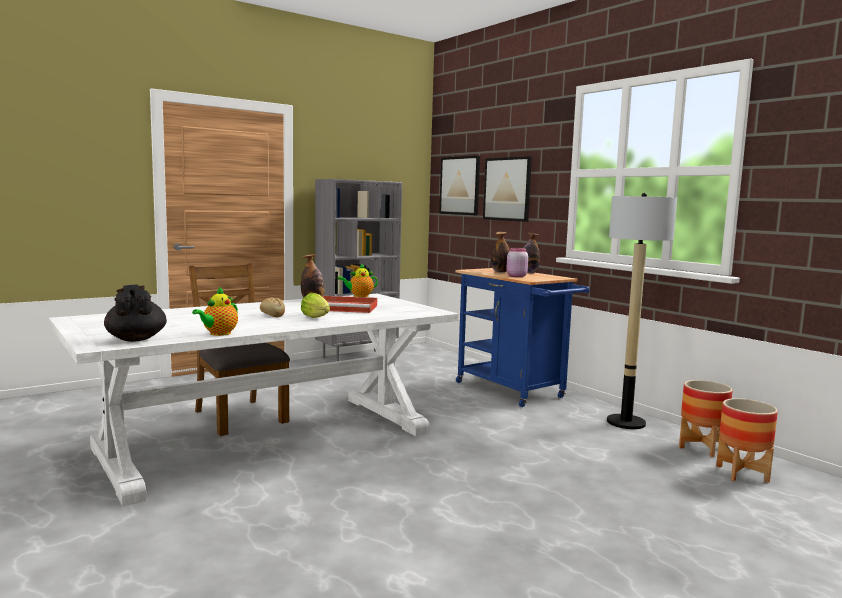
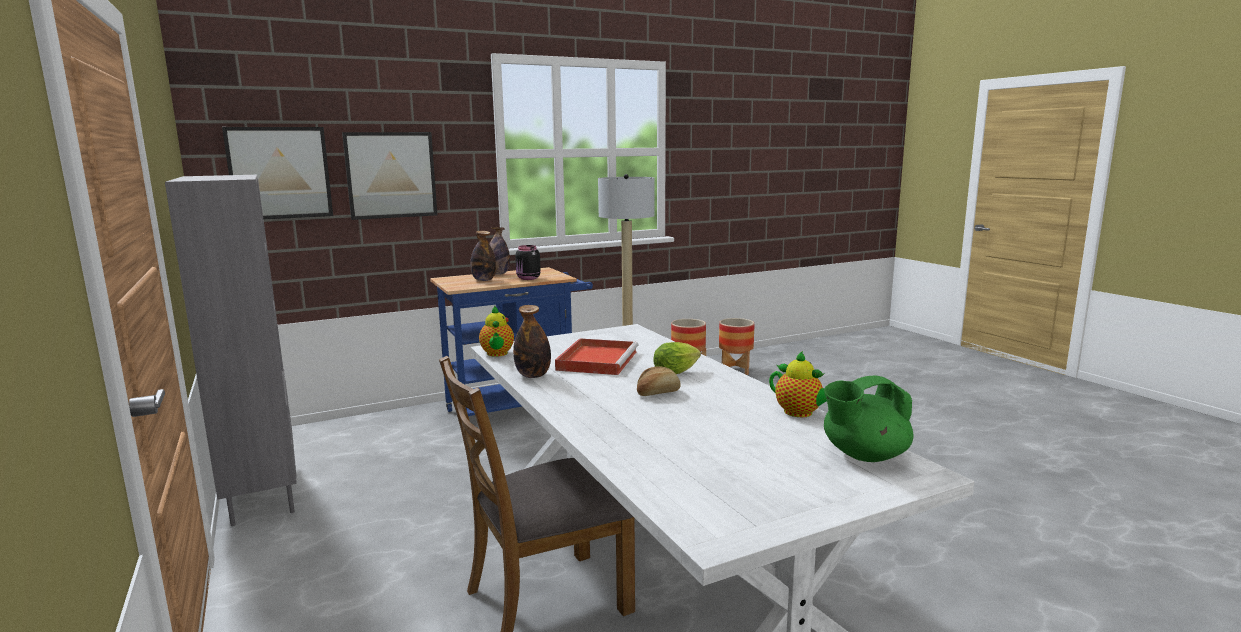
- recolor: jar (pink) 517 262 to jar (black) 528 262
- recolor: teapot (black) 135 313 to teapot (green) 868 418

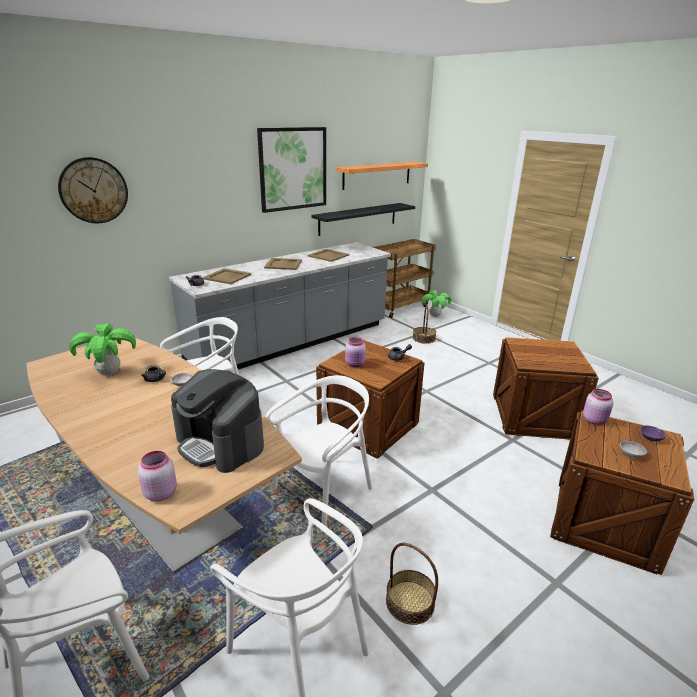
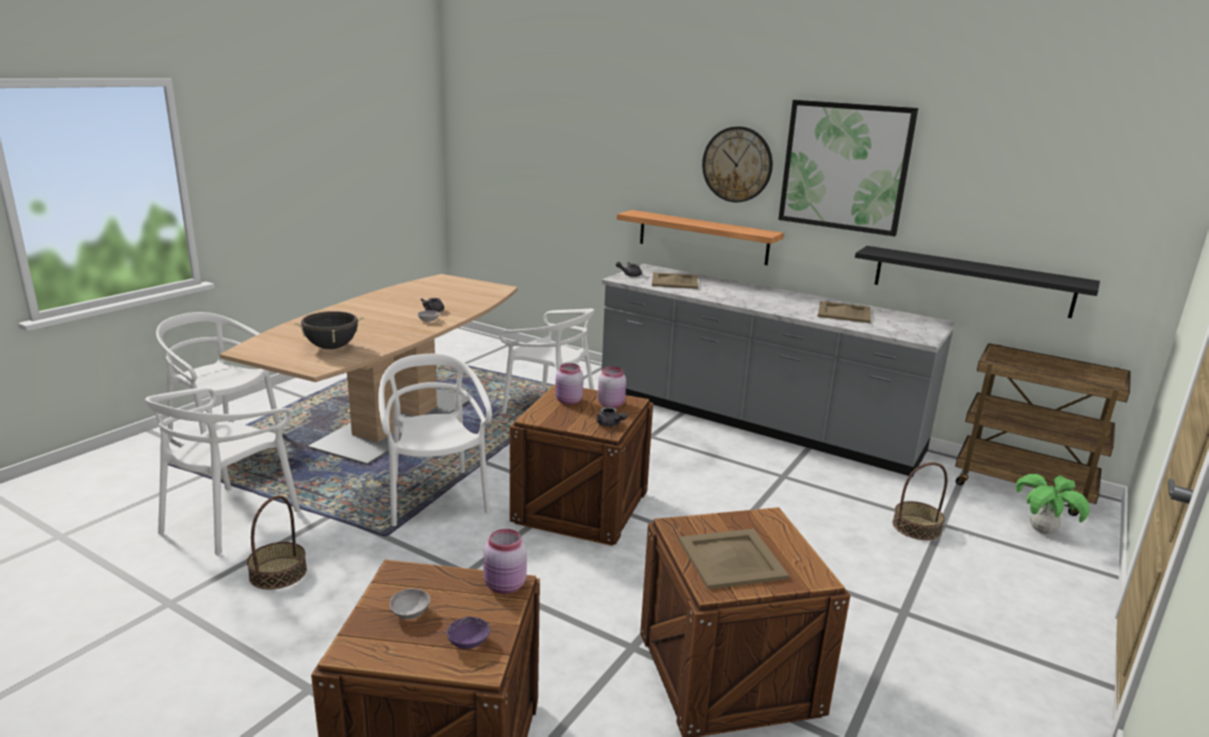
- replace: coffee machine 217 421 to cooking pot (black) 329 330
- rotate: chair (white) 319 453 = 435 440 135 degrees counterclockwise
- move: jar (pink) 157 476 to 612 387
- move: shelf 382 176 to 700 237
- move: tray (beige) 283 264 to 733 559
- move: wall clock 93 190 to 737 164
- delete: potted plant 102 349

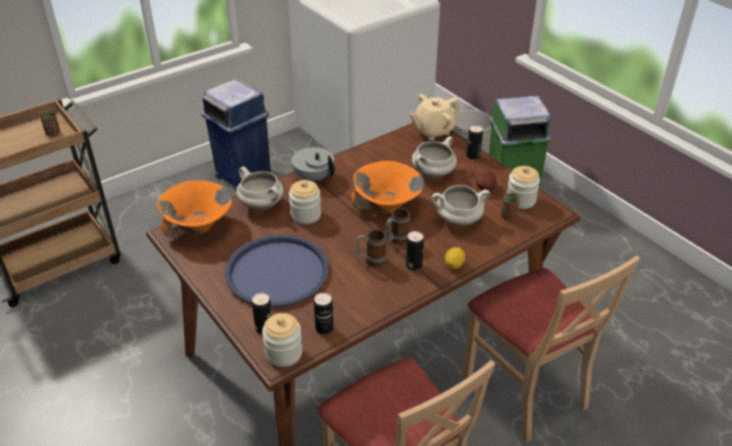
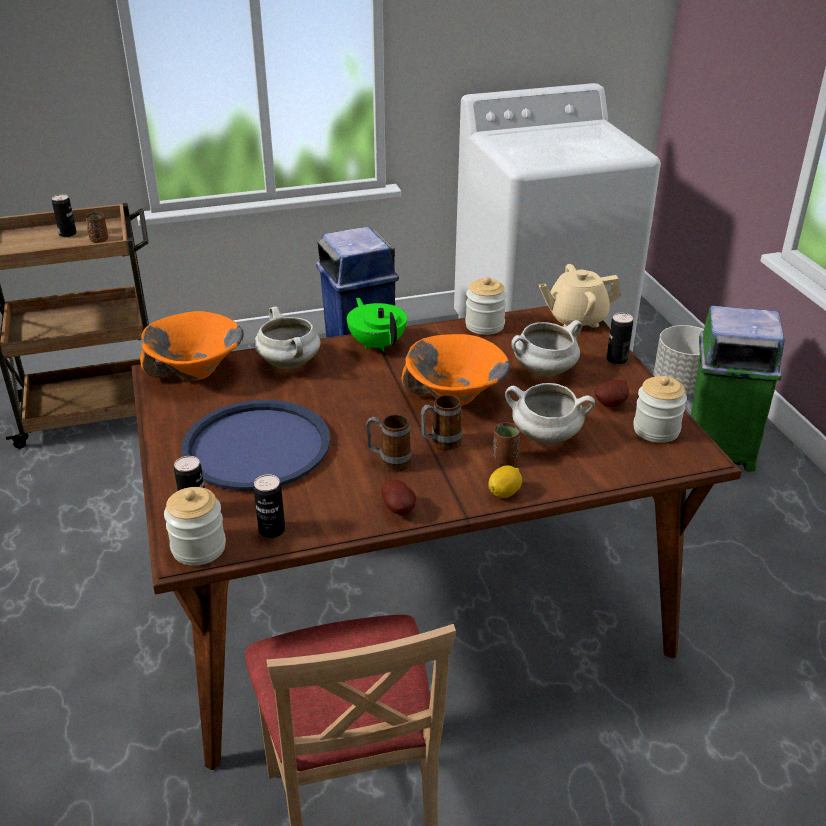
- move: can 415 250 to 64 216
- recolor: teapot (grey) 312 164 to teapot (green) 377 325
- insert: potato 398 497
- move: jar 305 202 to 486 306
- move: cup (brown) 510 207 to 506 444
- delete: chair (beige) 551 348

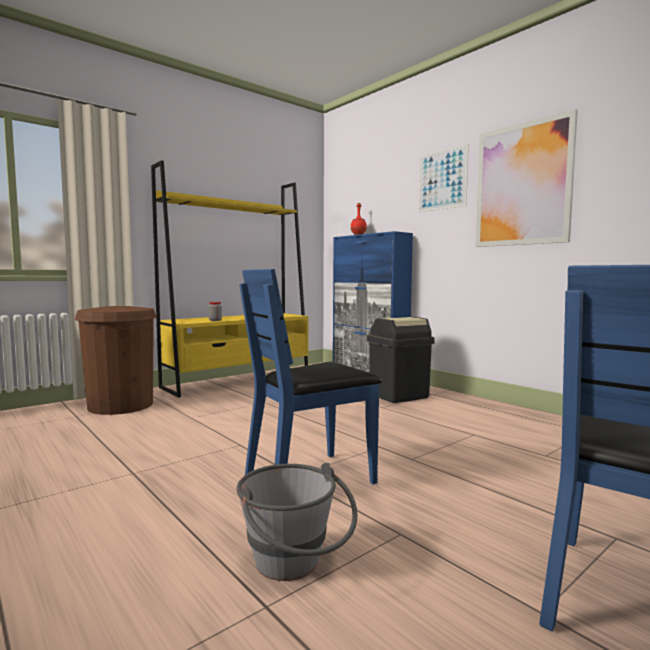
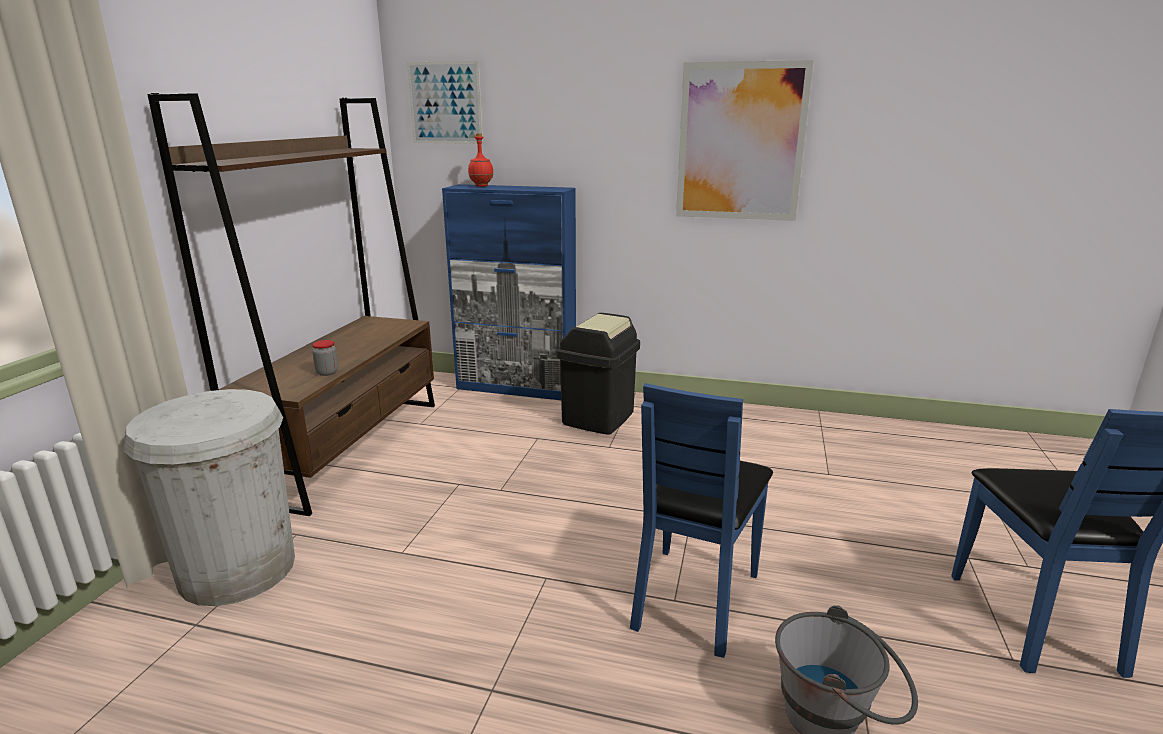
- recolor: trash can (brown) 116 360 to trash can (white) 209 497
- recolor: bookcase (yellow) 229 279 to bookcase (brown) 291 304
- move: picture 443 178 to 445 102

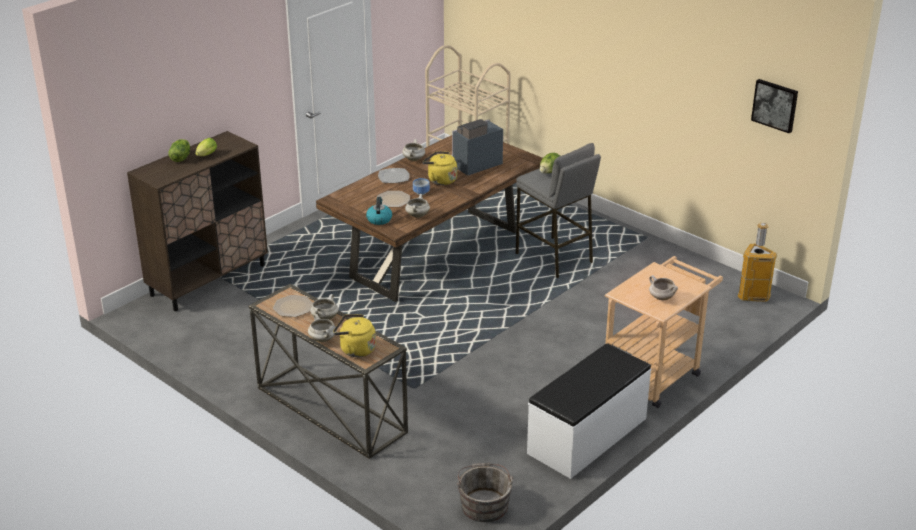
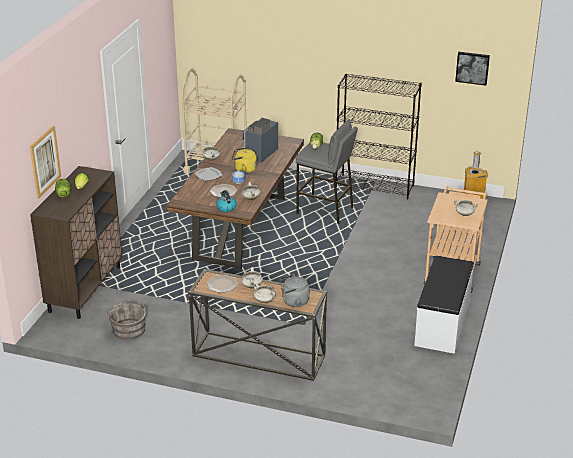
- insert: picture 45 162
- move: bucket (grey) 485 492 to 126 320
- recolor: kettle (yellow) 354 335 to kettle (grey) 295 290
- insert: bookcase (black) 378 136

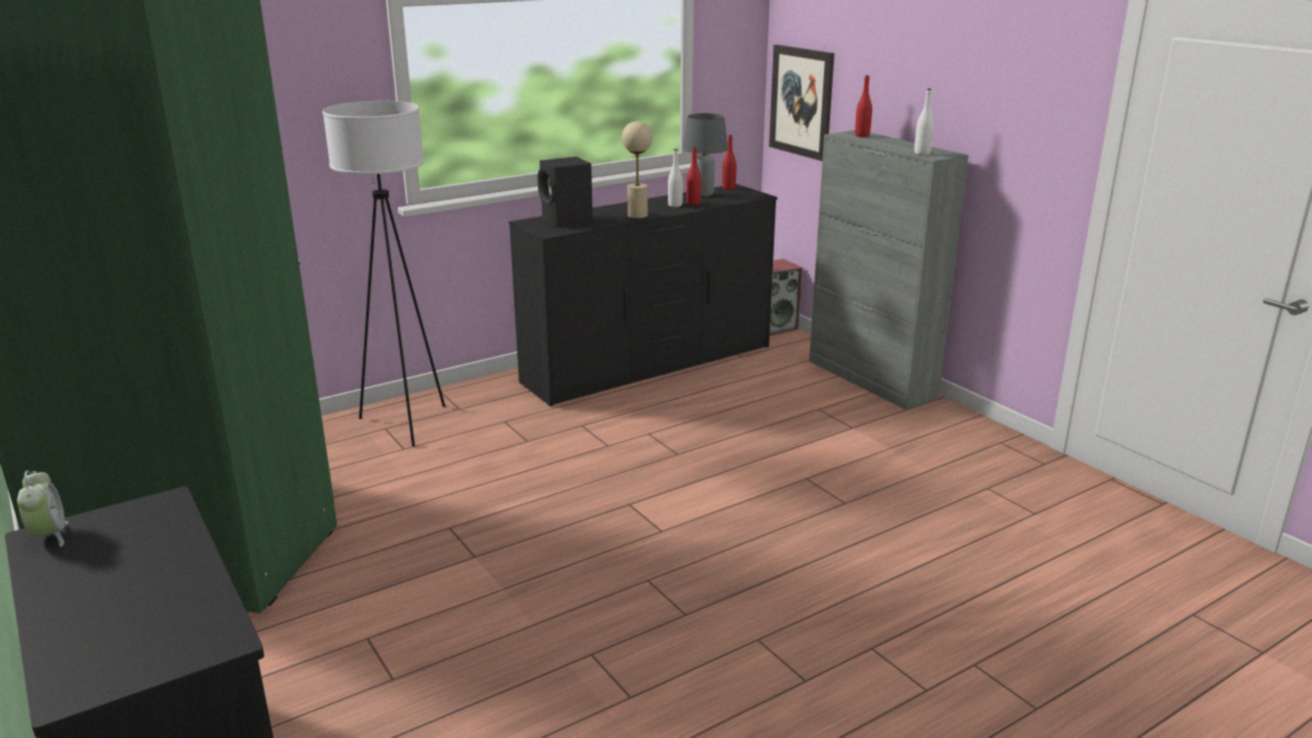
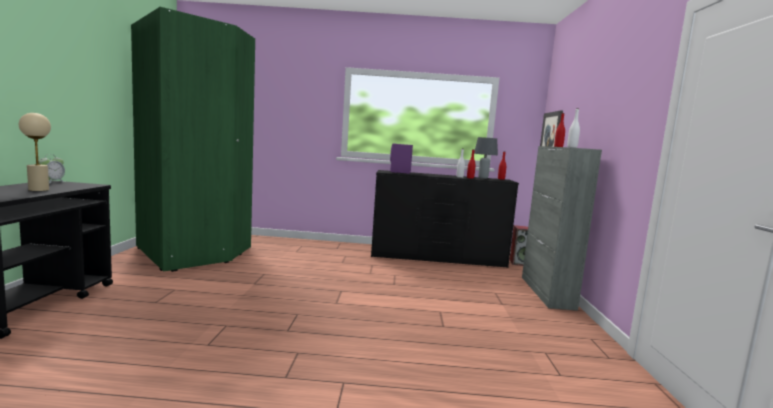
- move: table lamp (beige) 637 169 to 35 152
- recolor: speaker (black) 565 192 to speaker (purple) 401 159
- delete: floor lamp (white) 384 273

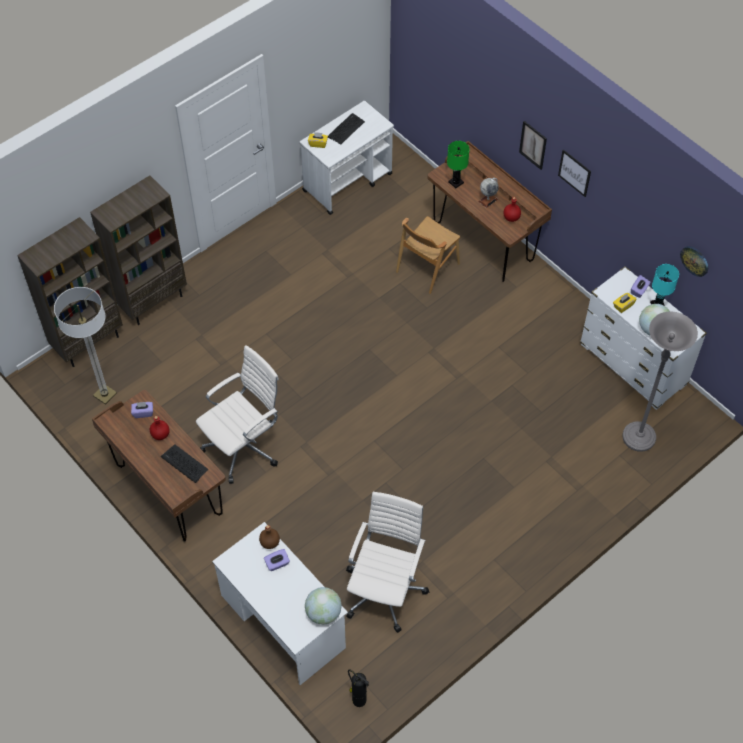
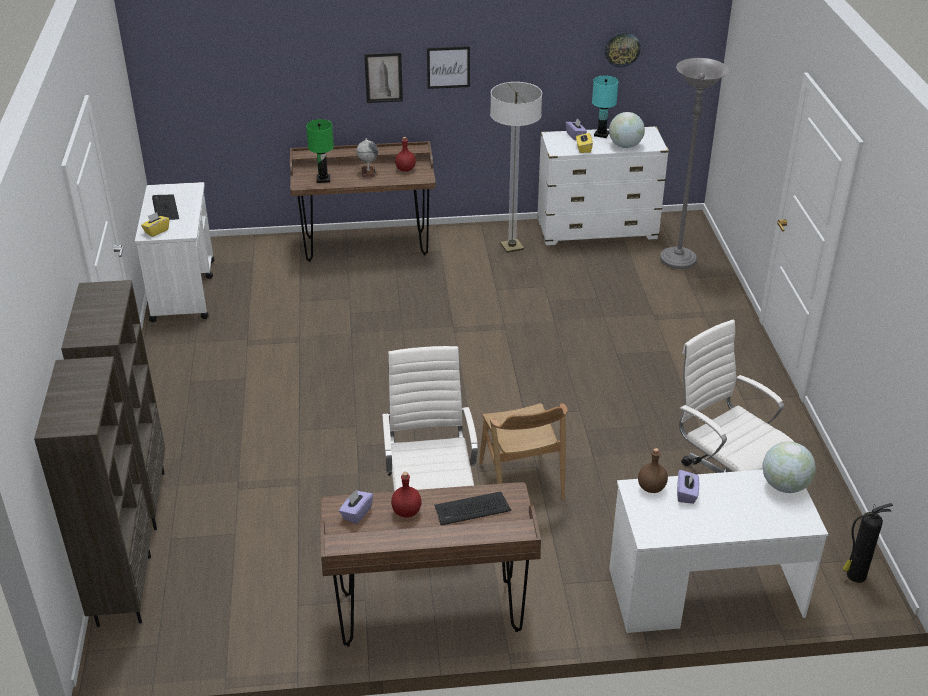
- move: chair (brown) 428 255 to 523 451
- move: floor lamp 85 346 to 516 167

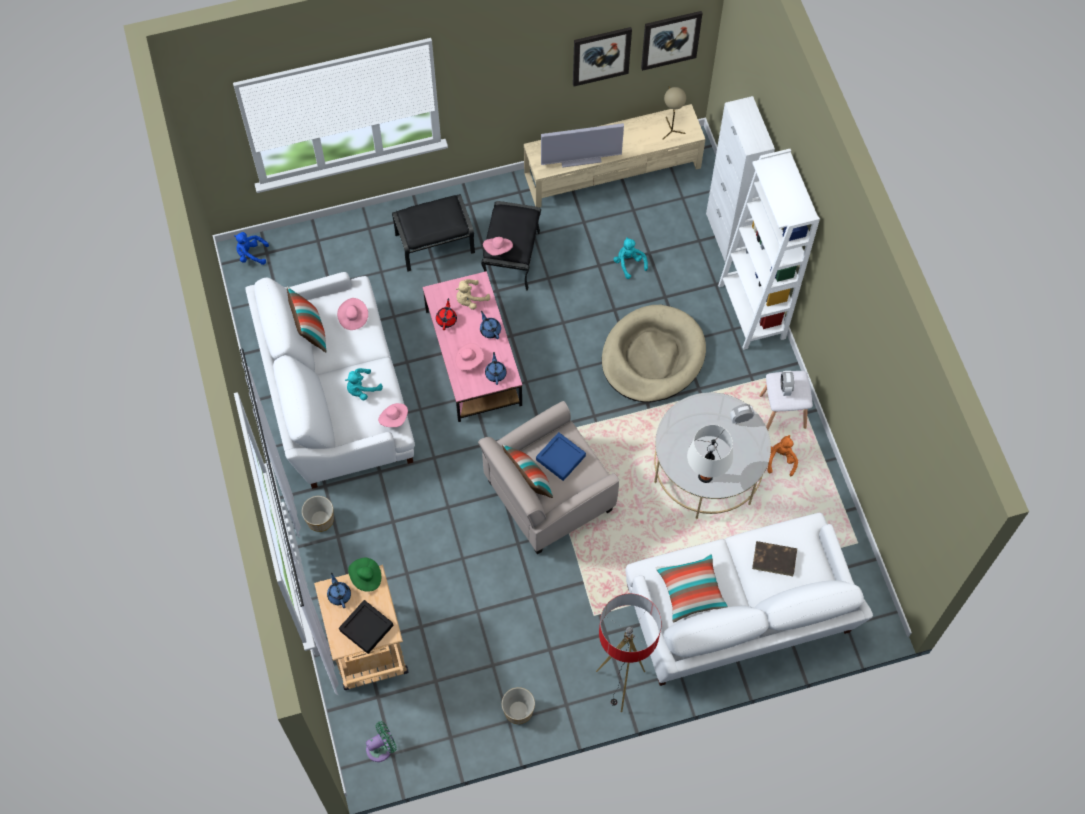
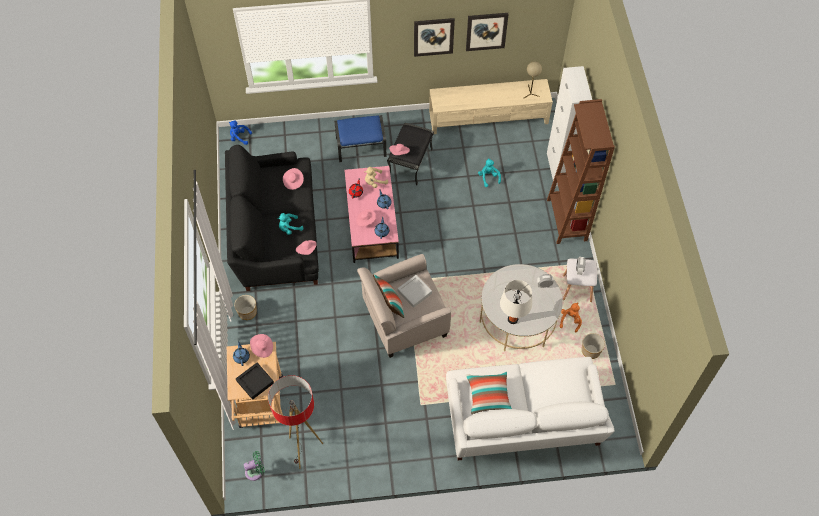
- recolor: sofa (white) 330 380 to sofa (black) 272 218
- recolor: hat (green) 364 575 to hat (pink) 261 346
- move: floor lamp 629 652 to 295 422
- recolor: ottoman (black) 433 233 to ottoman (blue) 360 138
- recolor: tray (blue) 561 456 to tray (grey) 414 291
- move: picture 672 41 to 434 37
- recolor: bookcase (white) 769 249 to bookcase (brown) 581 171
- move: planter 518 705 to 593 346
- delete: pillow 307 319
- delete: television 582 145
- delete: dog bed (beige) 654 353
- delete: book (brown) 774 558

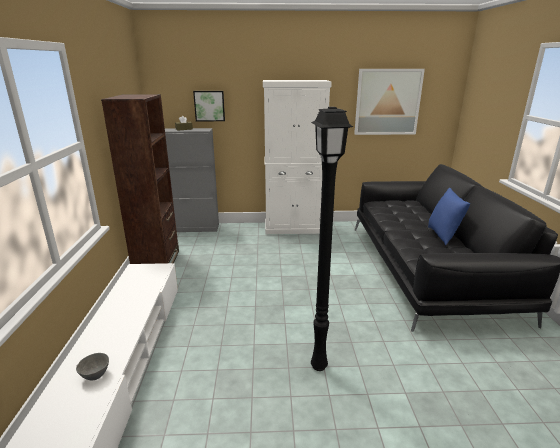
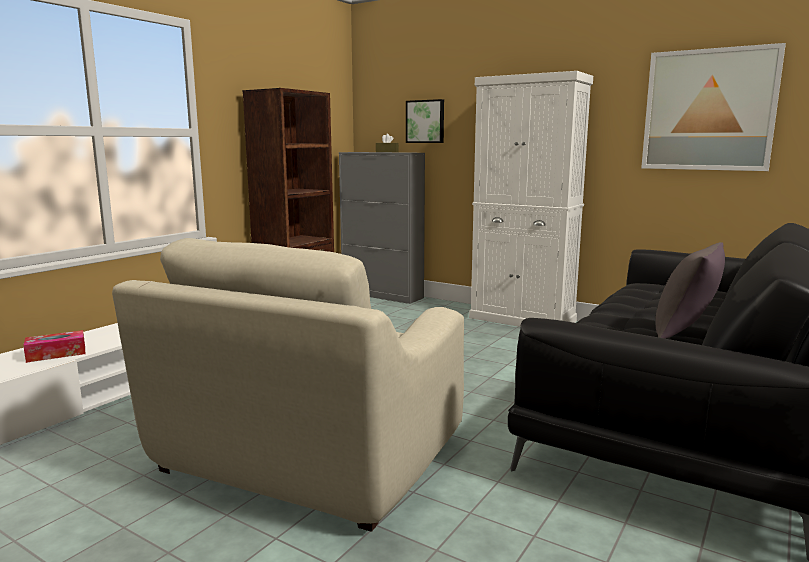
- replace: bowl (grey) 92 366 to tissue box 54 346
- replace: floor lamp (black) 332 239 to armchair (beige) 288 385
- recolor: pillow (blue) 449 216 to pillow (grey) 690 290

